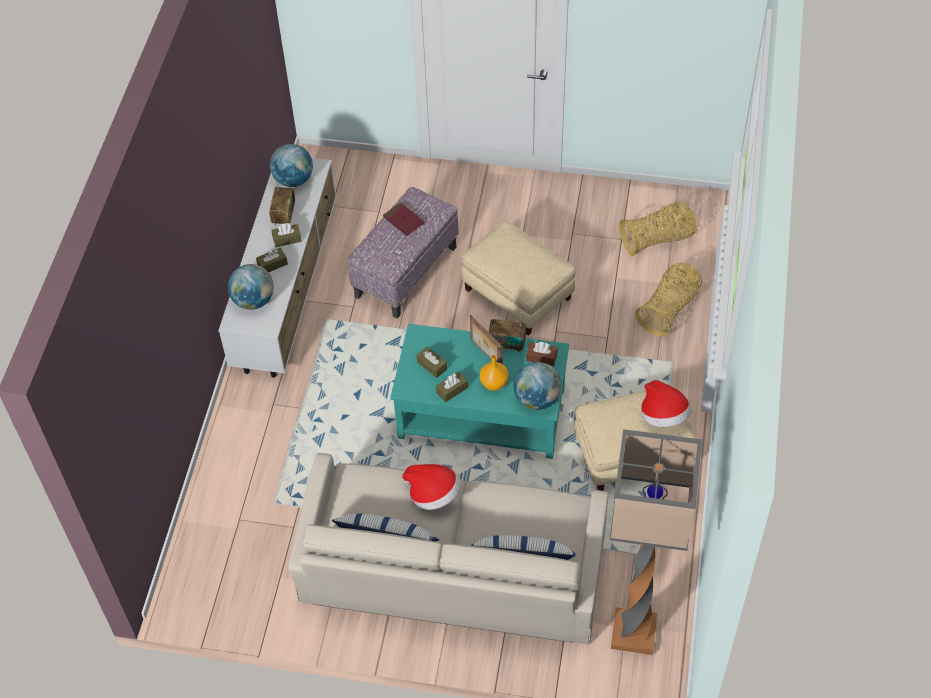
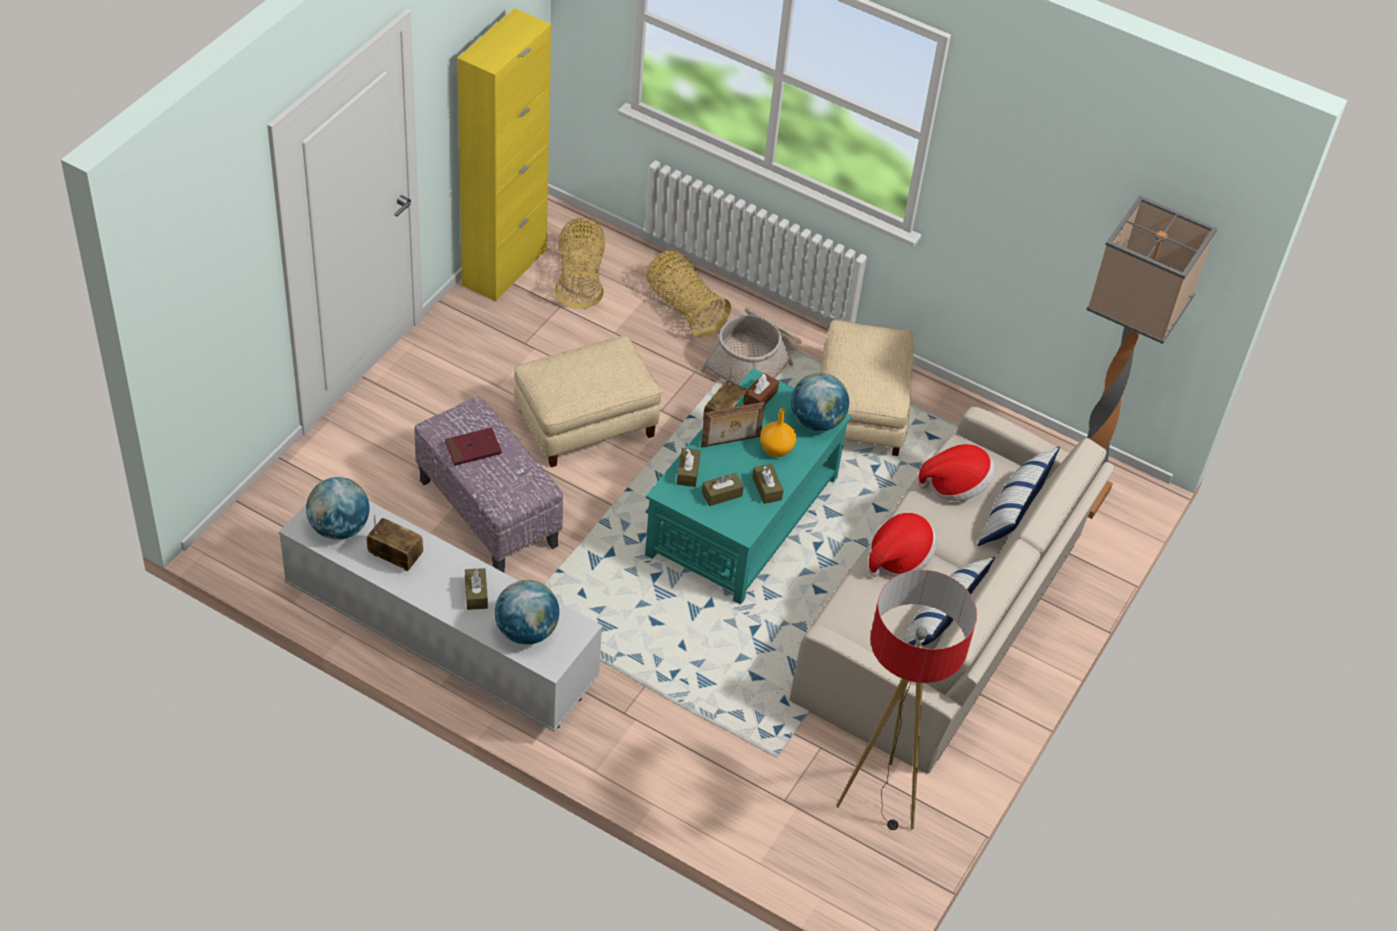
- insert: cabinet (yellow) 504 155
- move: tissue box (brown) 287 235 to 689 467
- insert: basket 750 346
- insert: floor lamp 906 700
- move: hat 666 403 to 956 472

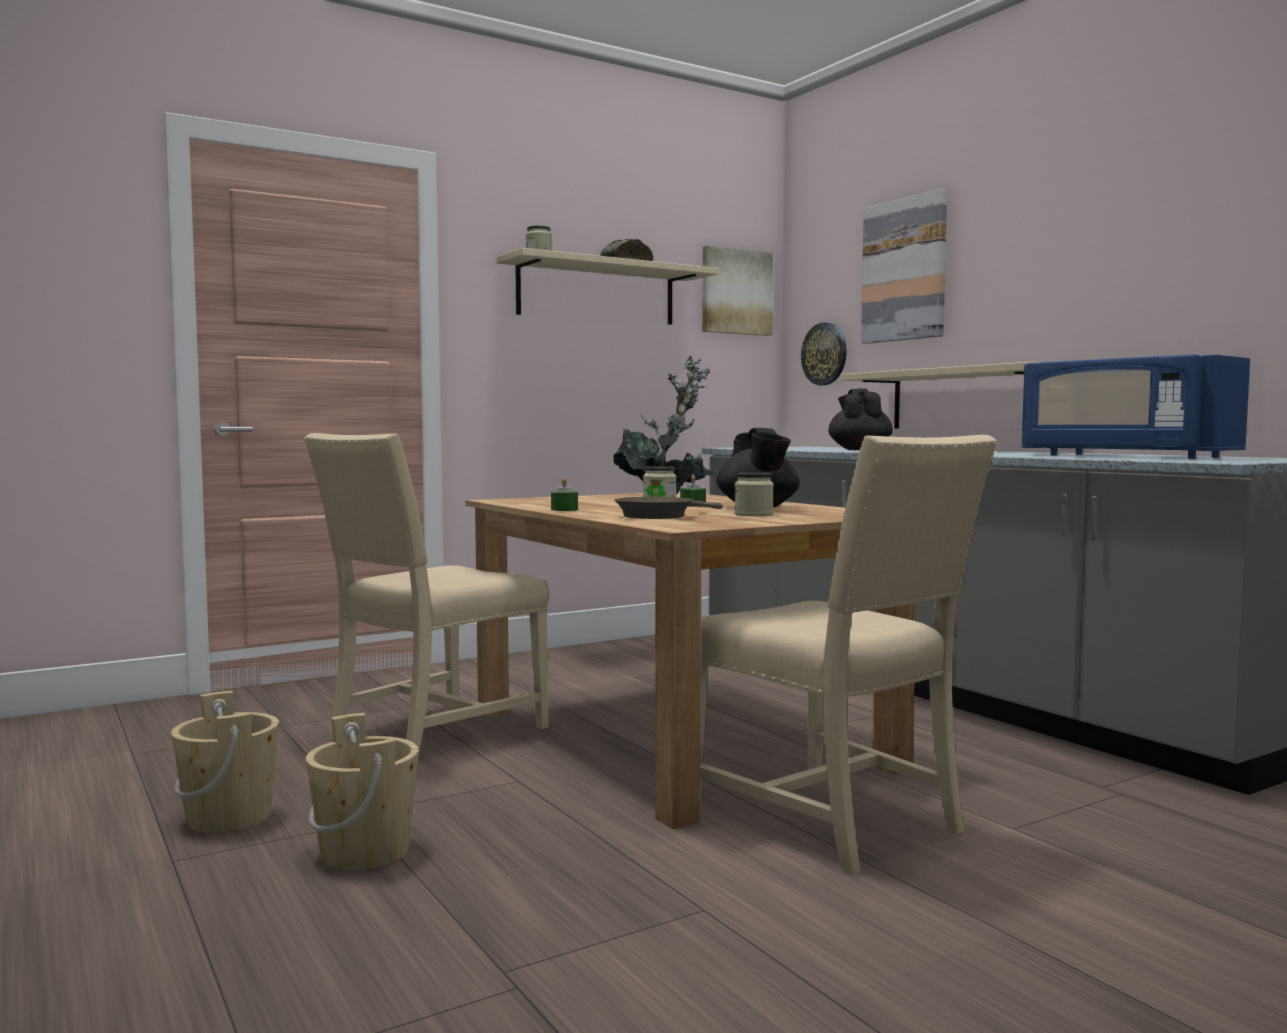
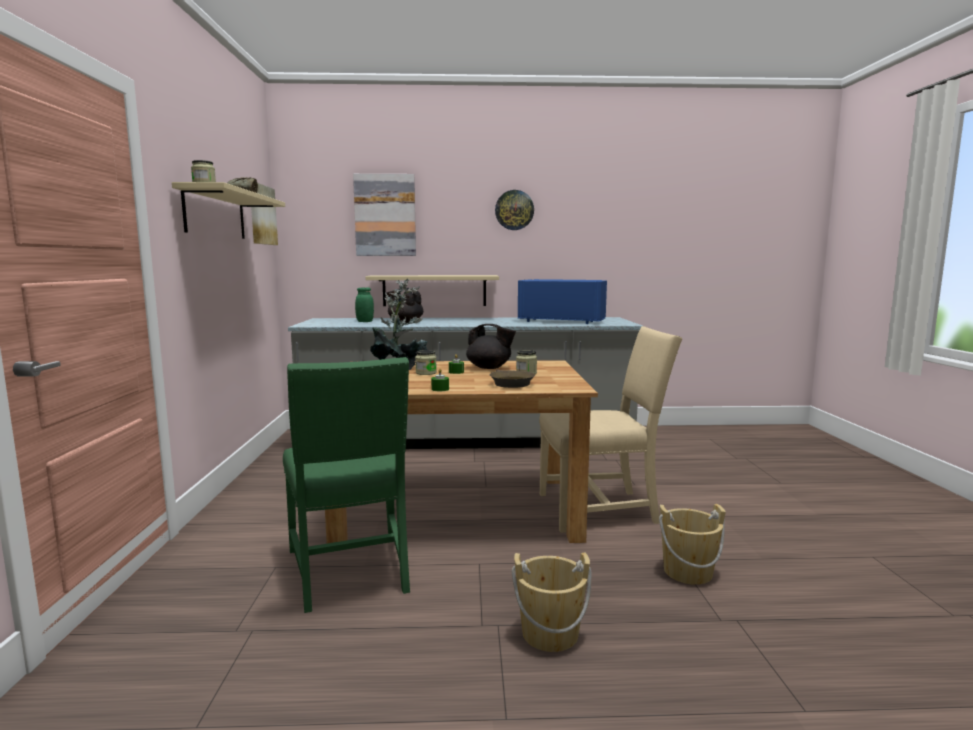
- recolor: chair (beige) 426 597 to chair (green) 346 485
- insert: jar (green) 364 304
- move: wall clock 824 354 to 514 210
- rotate: microwave (blue) 1136 406 = 562 301 150 degrees counterclockwise
- move: bucket (beige) 225 762 to 692 544

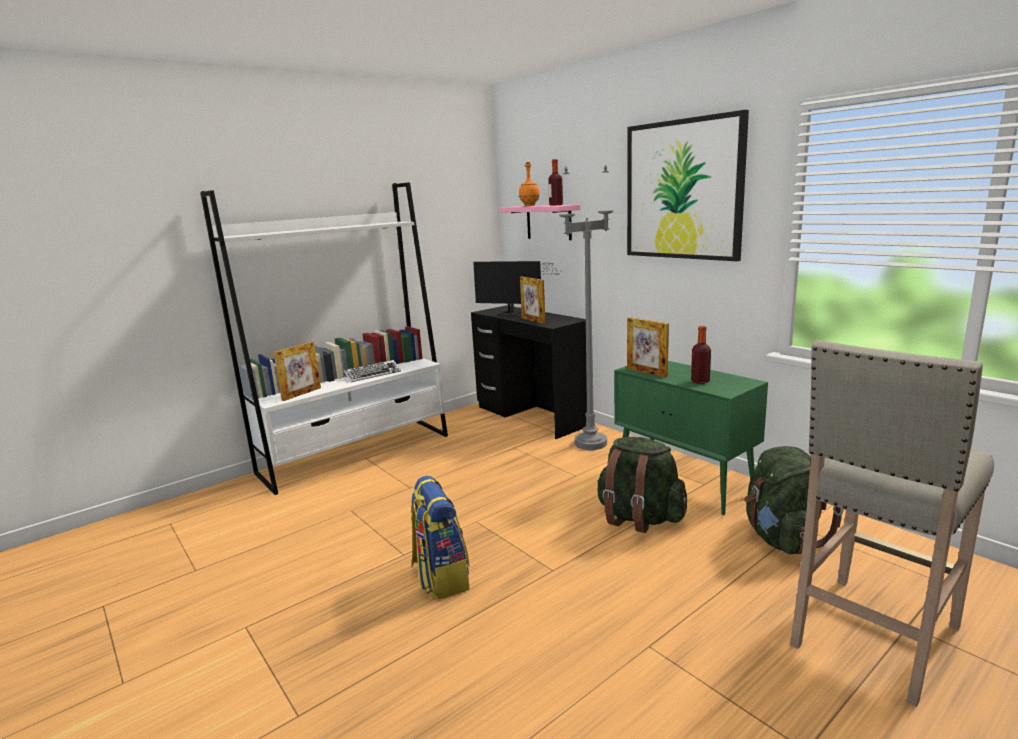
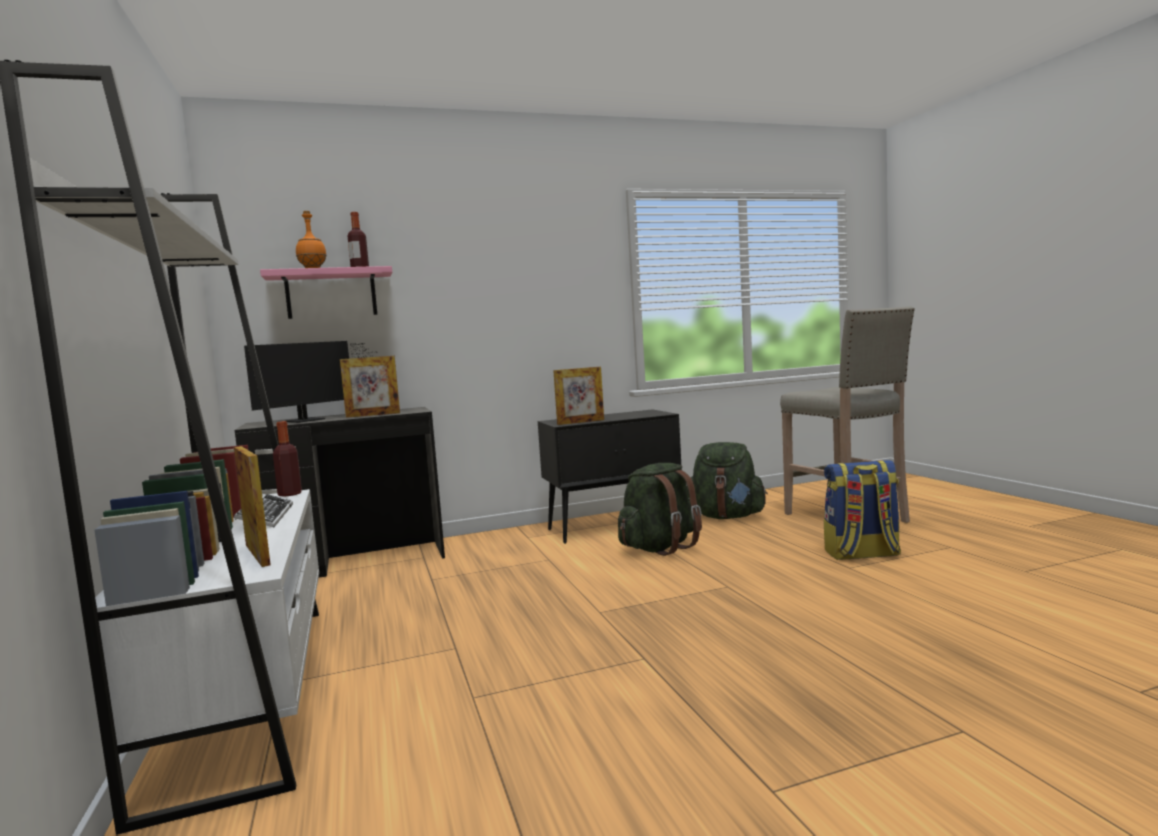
- move: bottle 701 355 to 287 459
- recolor: cabinet (green) 691 438 to cabinet (black) 609 476
- move: backpack 440 538 to 862 510
- delete: floor lamp (grey) 586 307
- delete: picture 688 185

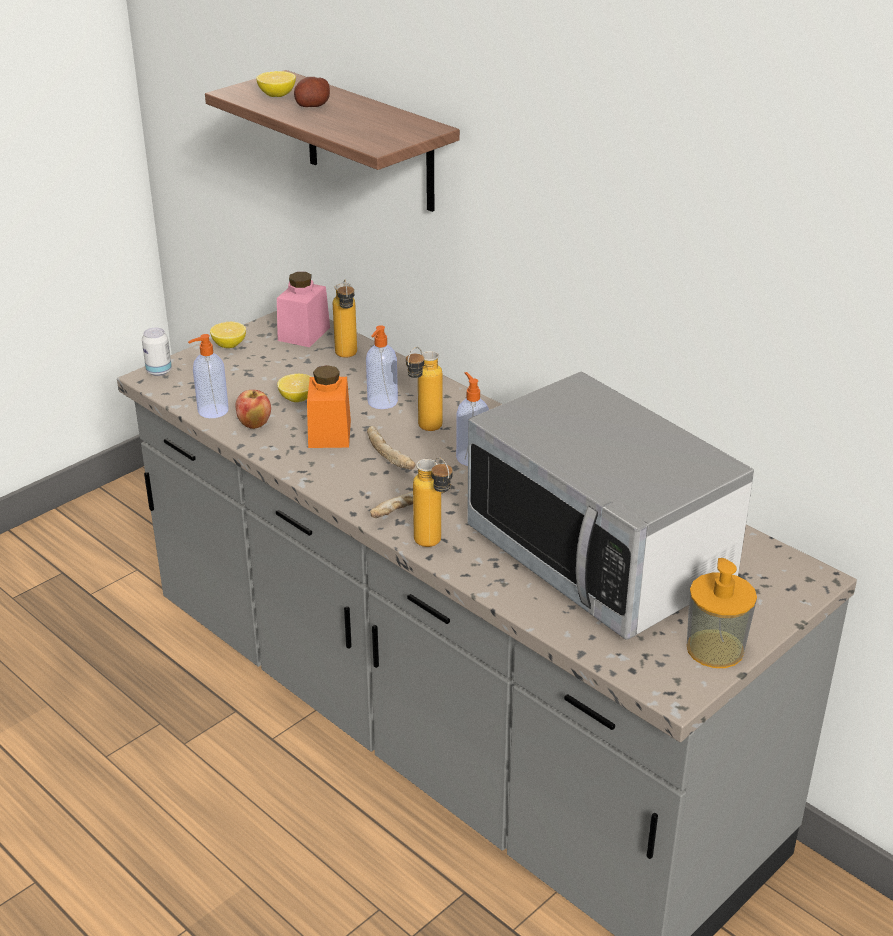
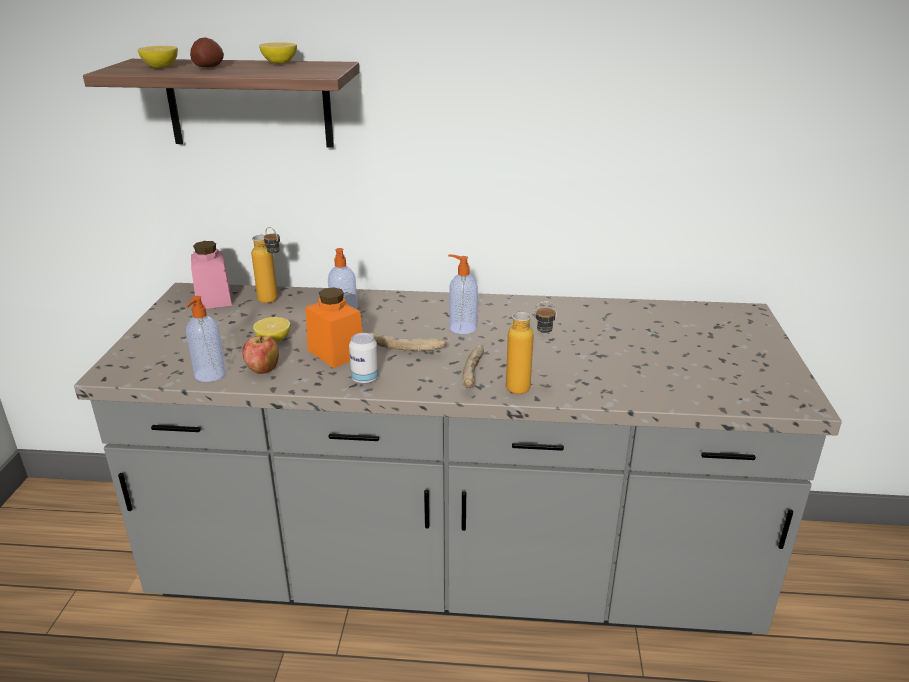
- move: lemon 228 335 to 278 53
- move: can 157 352 to 364 358
- delete: bottle 424 389
- delete: microwave 610 506
- delete: soap dispenser 722 613

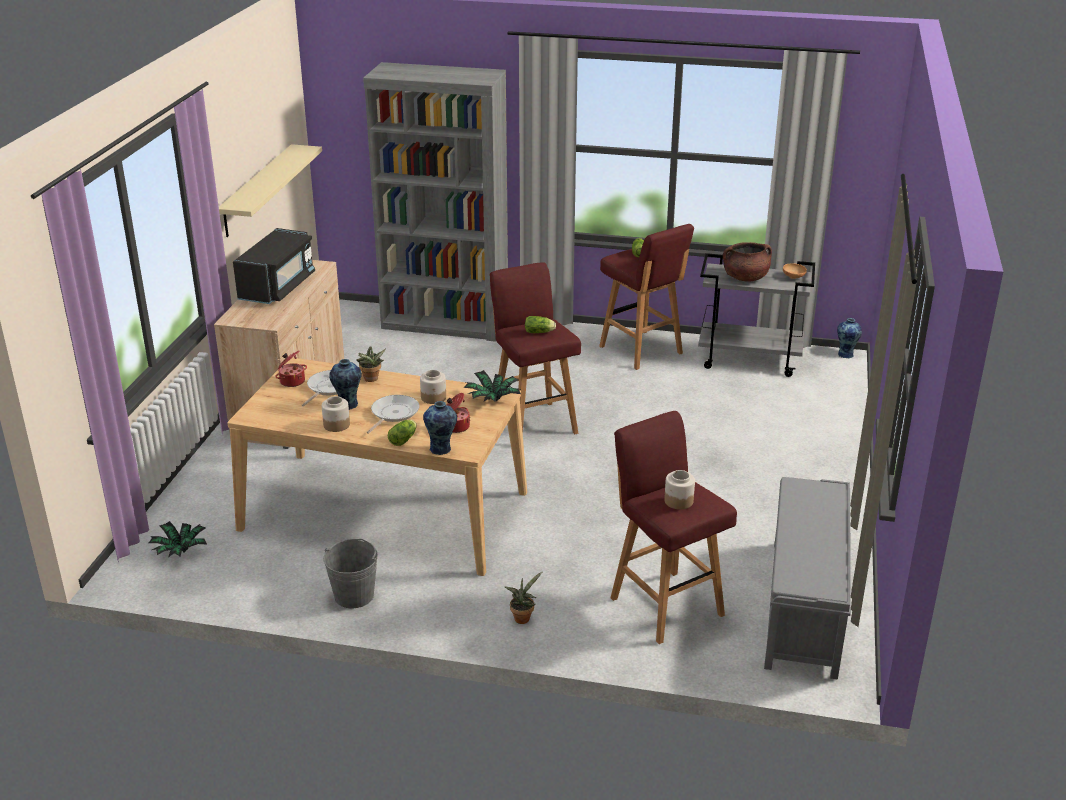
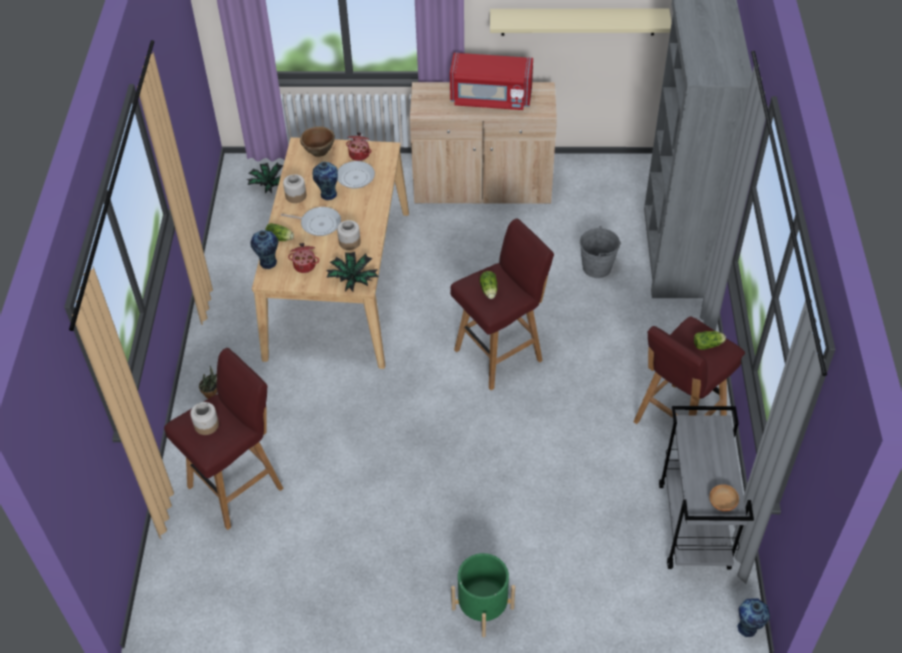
- insert: bowl (brown) 317 141
- recolor: microwave (black) 274 266 to microwave (red) 491 81
- insert: planter (green) 483 595
- move: bucket (grey) 350 573 to 600 252
- delete: potted plant 371 364
- delete: cooking pot (brown) 747 262
- delete: bench (grey) 807 578

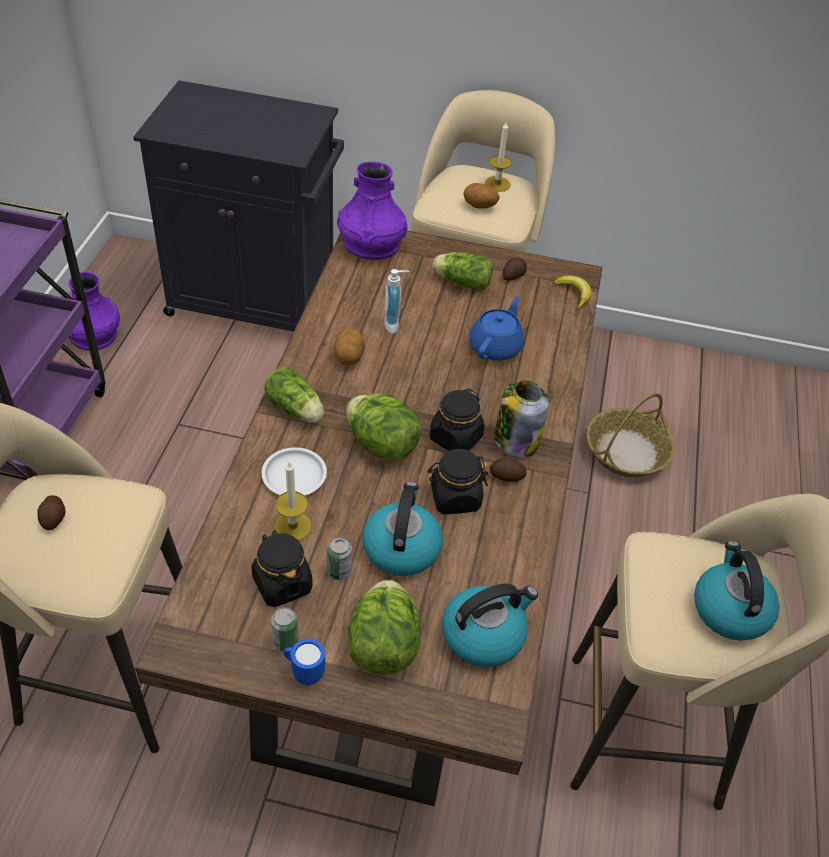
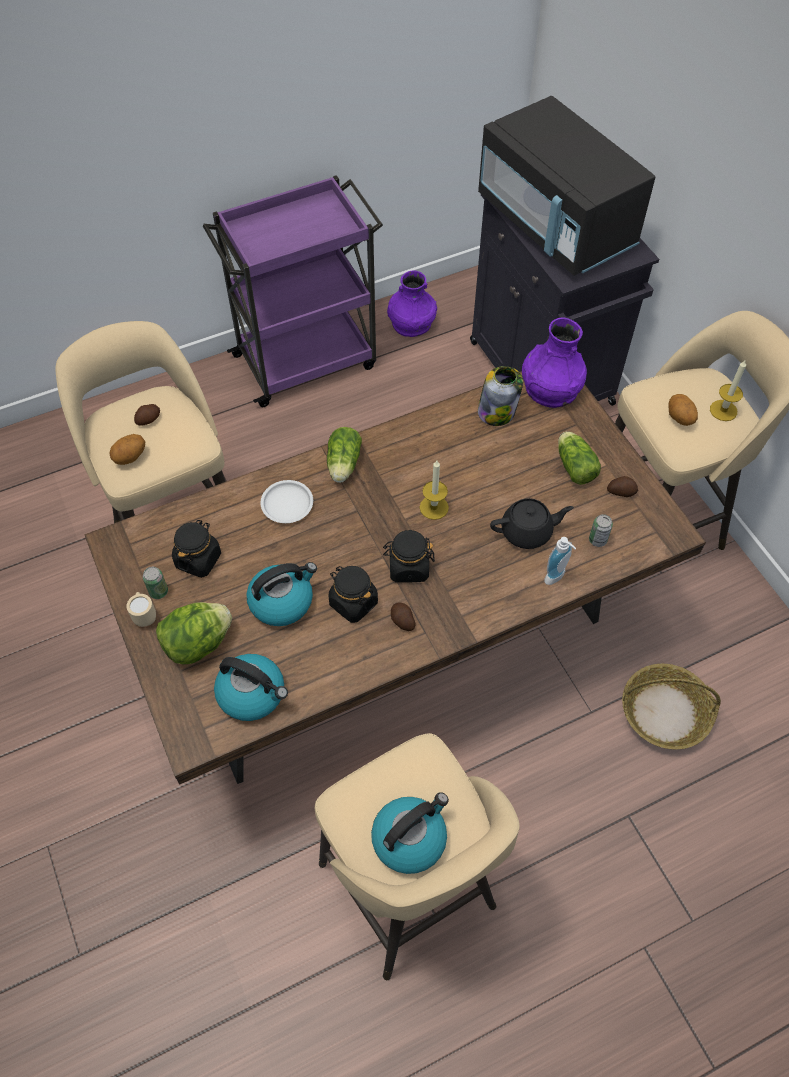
- move: potato 349 347 to 127 449
- recolor: mug (blue) 304 662 to mug (beige) 141 609
- move: candle 293 501 to 434 490
- insert: microwave (black) 566 186
- move: jar 521 419 to 500 396
- recolor: teapot (blue) 496 328 to teapot (black) 532 523
- move: soap dispenser 396 301 to 560 561
- move: can 339 558 to 601 530
- delete: lettuce 383 427
- delete: banana 573 292

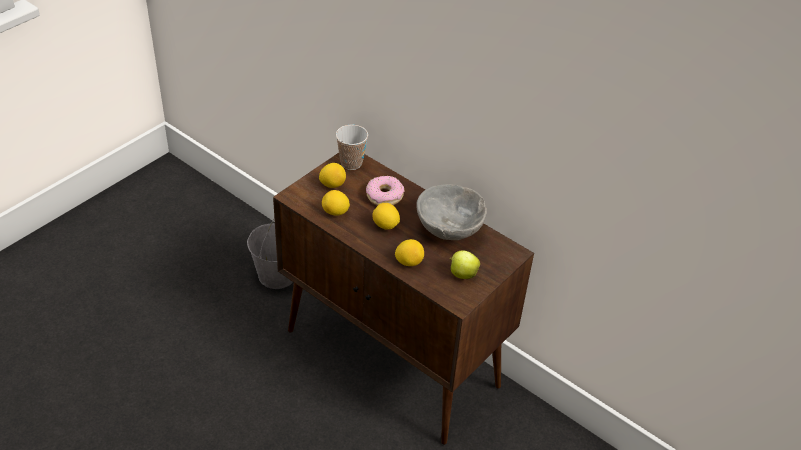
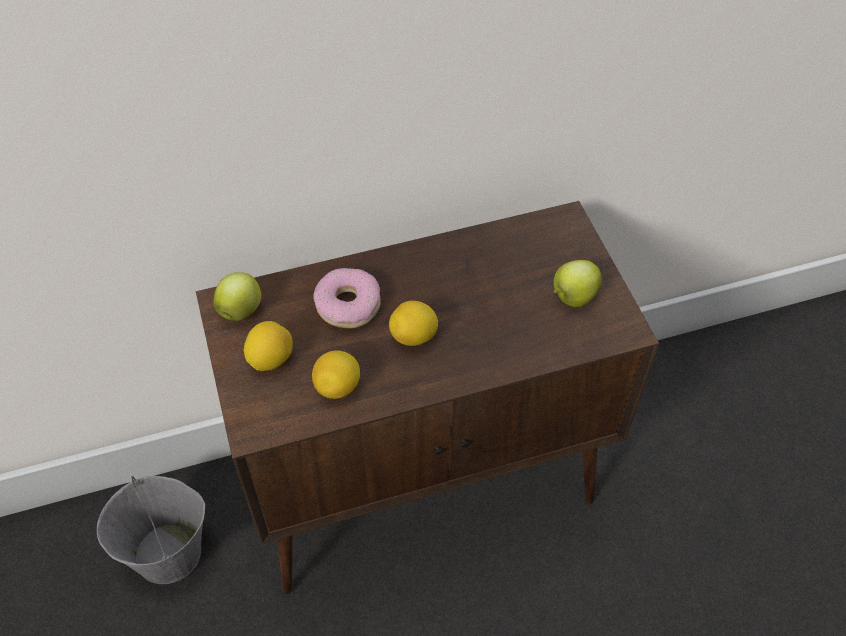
- replace: cup 352 147 to apple 237 296
- delete: lemon 409 252
- delete: bowl (grey) 451 212

